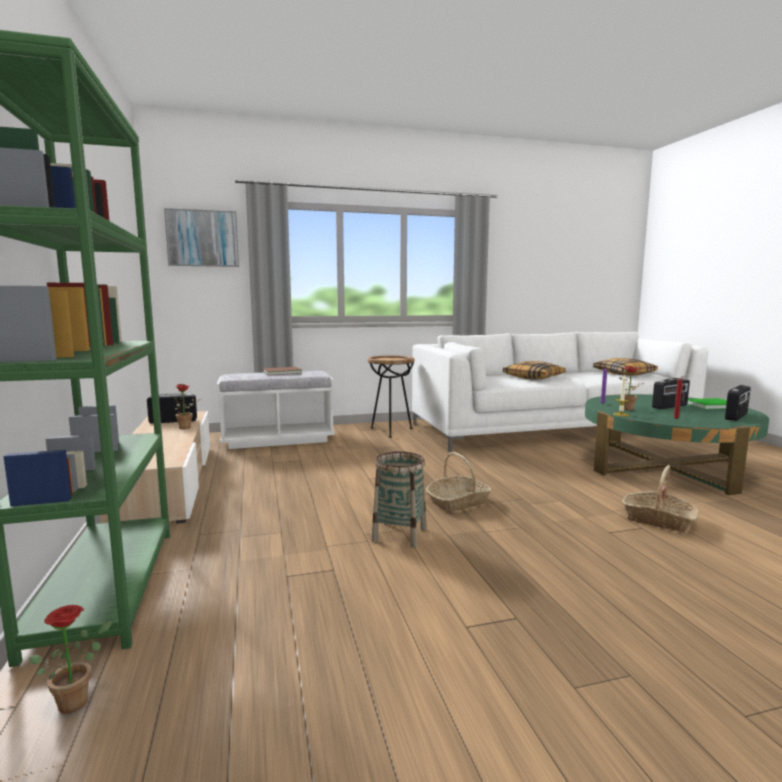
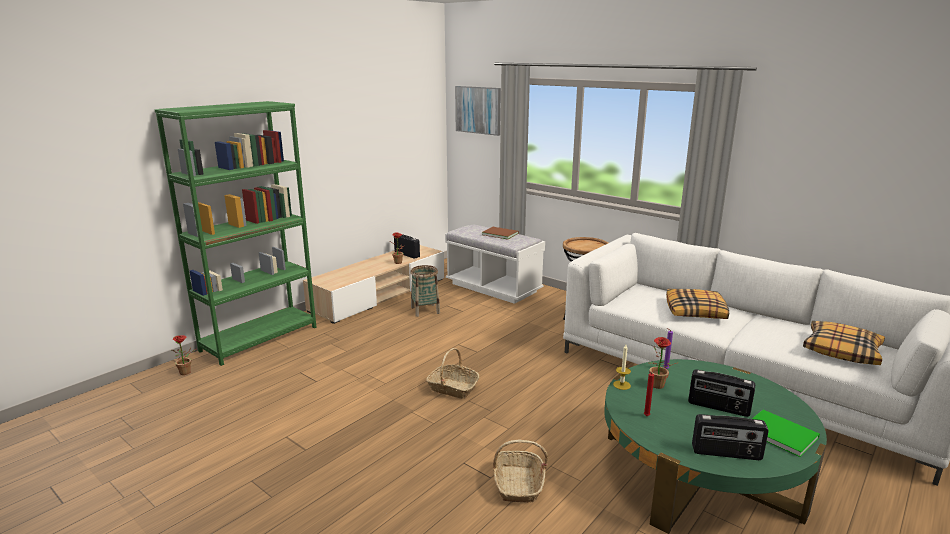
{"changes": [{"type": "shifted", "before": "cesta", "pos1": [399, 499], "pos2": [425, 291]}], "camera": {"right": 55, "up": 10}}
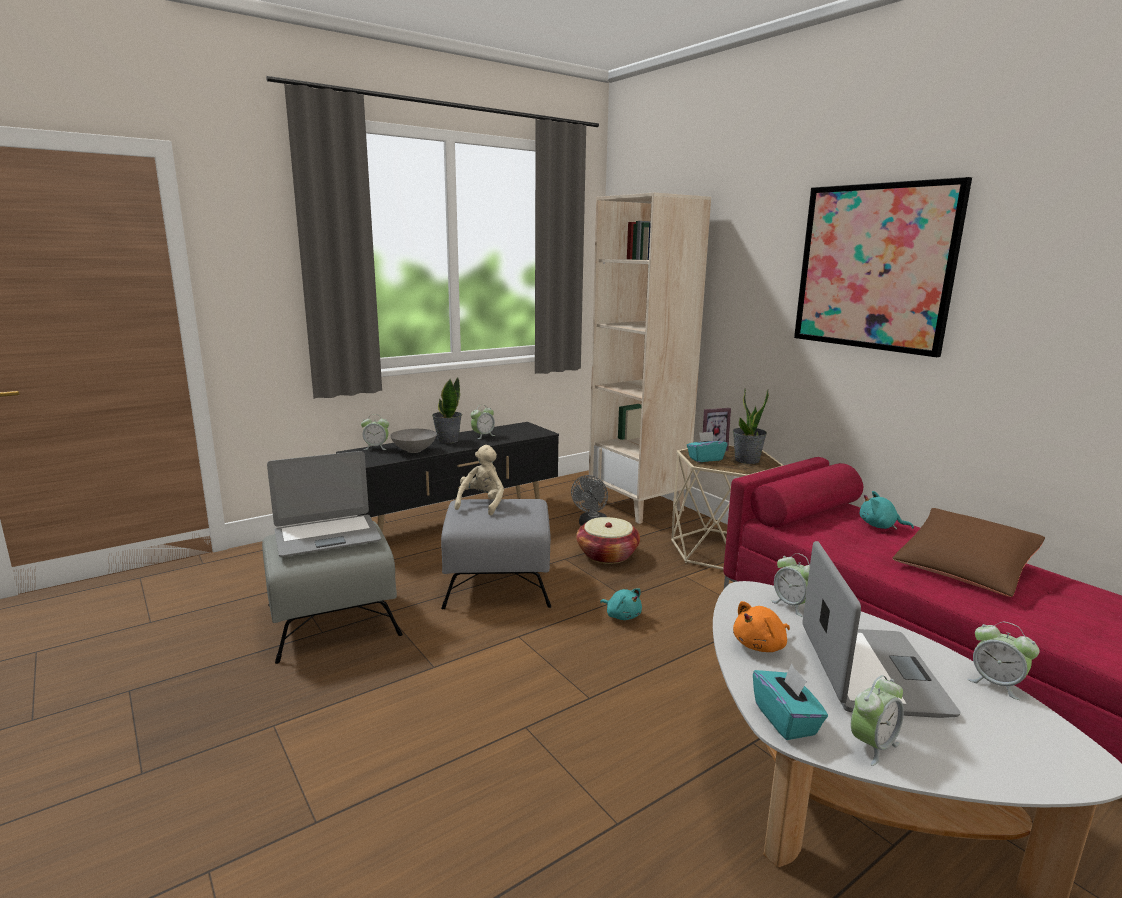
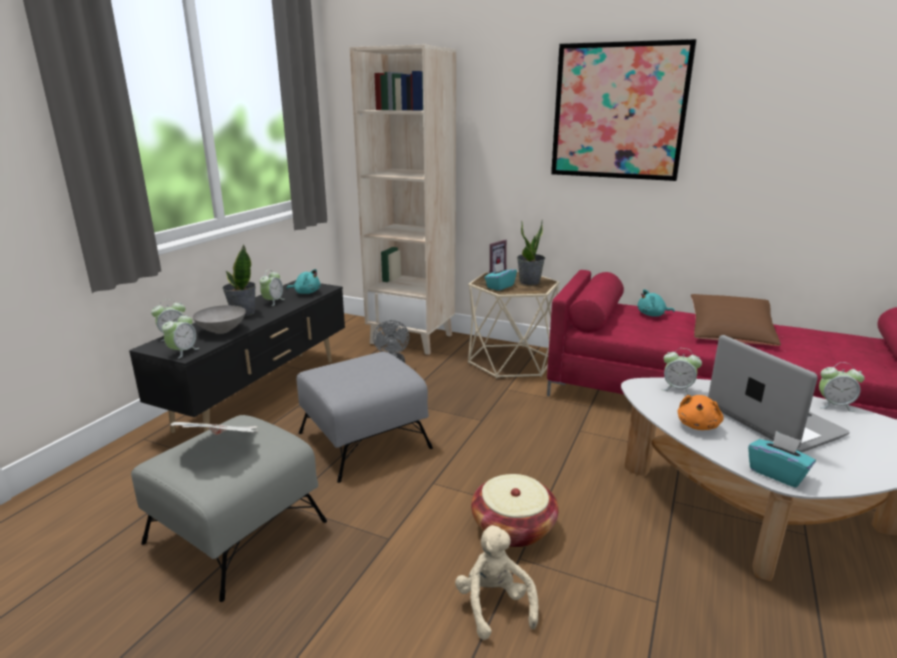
{"changes": [{"type": "shifted", "before": "peluche/beis", "pos1": [479, 480], "pos2": [496, 582]}, {"type": "swapped", "before": "portátil", "after": "periódico", "pos1": [324, 504], "pos2": [213, 428]}, {"type": "shifted", "before": "cesta", "pos1": [608, 540], "pos2": [514, 511]}, {"type": "shifted", "before": "peluche/turquesa", "pos1": [621, 604], "pos2": [303, 281]}, {"type": "shifted", "before": "despertador", "pos1": [877, 720], "pos2": [180, 336]}], "camera": {"right": -30, "up": 5}}
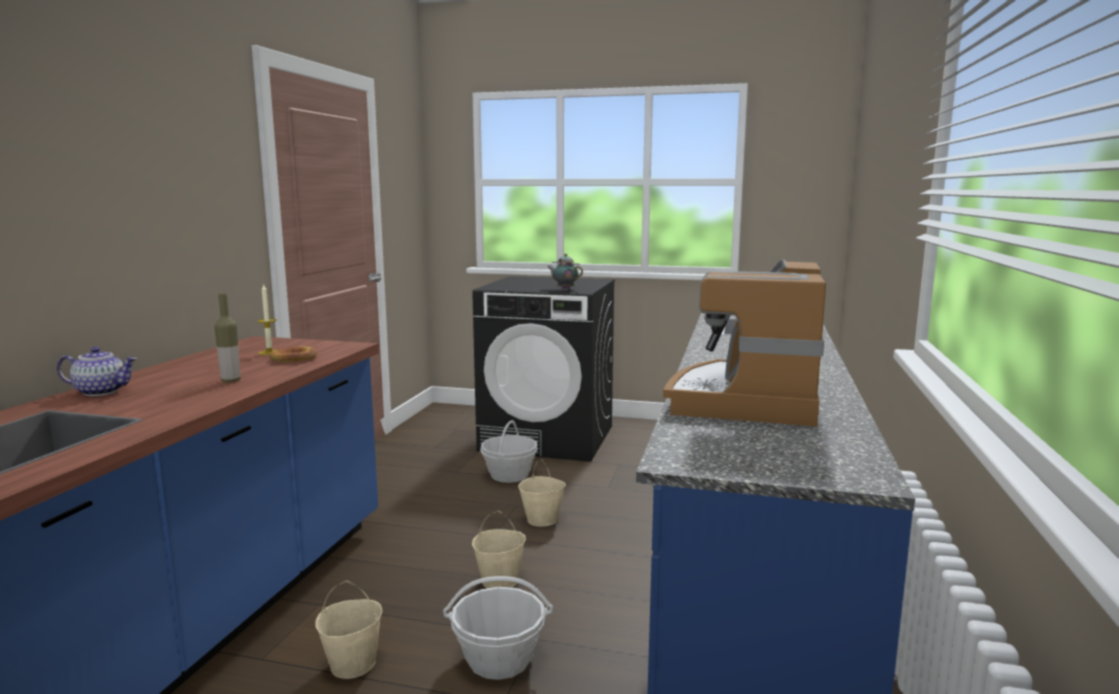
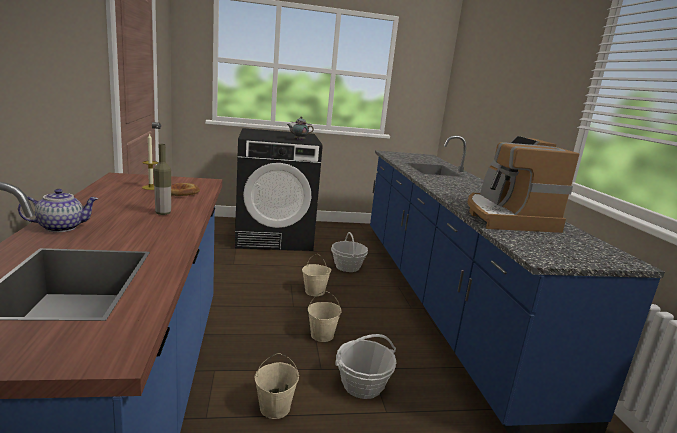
{"changes": [{"type": "shifted", "before": "cesta", "pos1": [508, 451], "pos2": [349, 252]}], "camera": {"right": -25, "up": 5}}
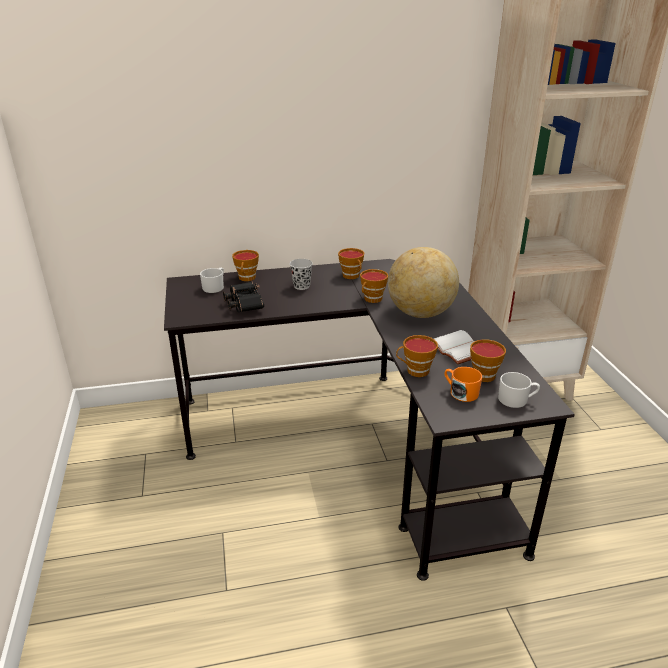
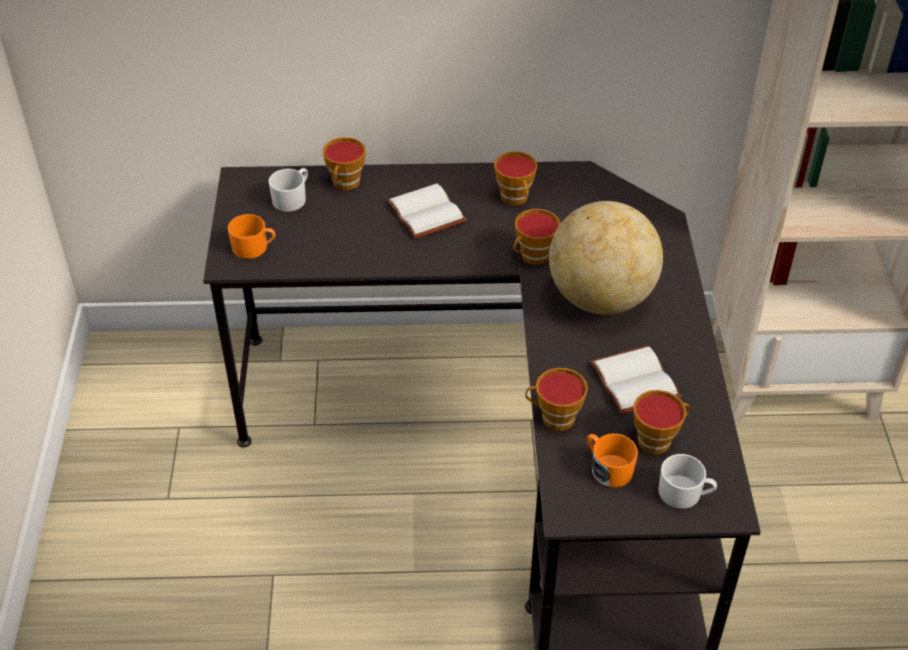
{"changes": [{"type": "swapped", "before": "taza/negro", "after": "libro/blanco", "pos1": [301, 274], "pos2": [427, 211]}, {"type": "gone", "before": "prismáticos/negro", "pos1": [243, 297]}, {"type": "new", "after": "taza grande/naranja", "pos2": [251, 236]}], "camera": {"right": 10, "up": 15}}
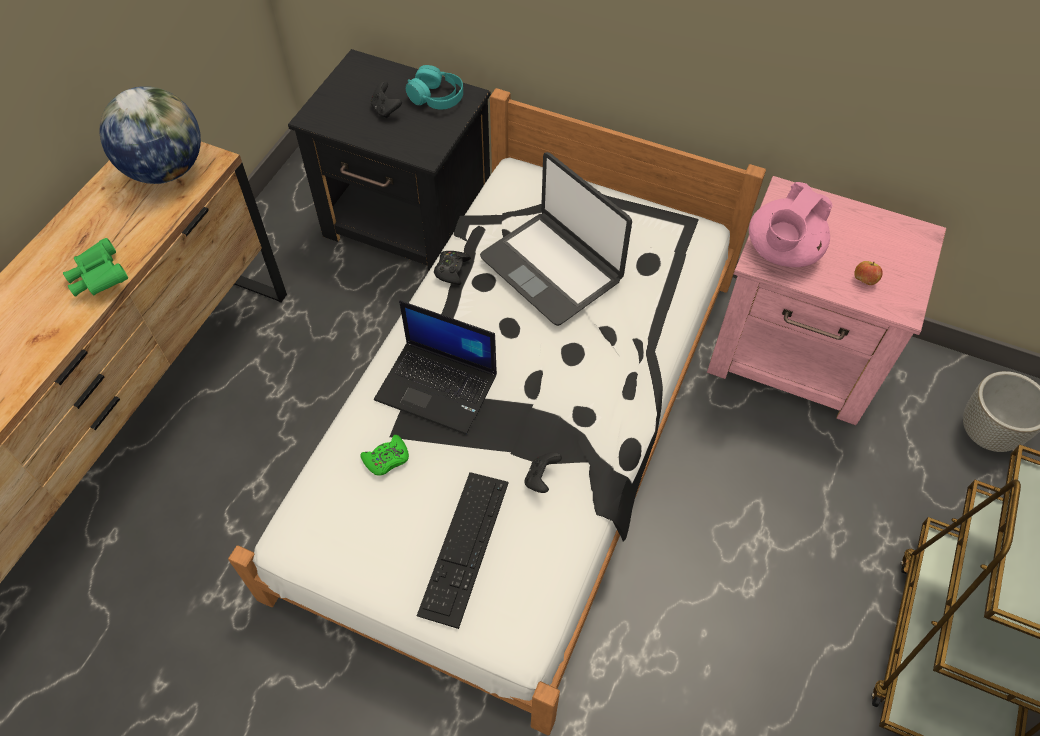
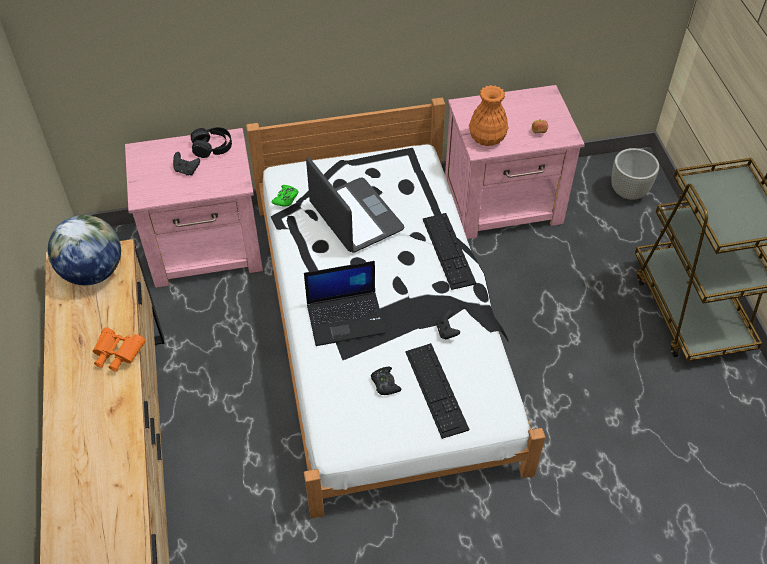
{"changes": [{"type": "repainted", "before": "mesita de noche/negro", "after": "mesita de noche/rosa", "pos1": [389, 160], "pos2": [194, 208]}, {"type": "repainted", "before": "auriculares/turquesa", "after": "auriculares/negro", "pos1": [434, 87], "pos2": [211, 142]}, {"type": "rotated", "before": "portátil", "pos1": [556, 239], "pos2": [355, 205], "turn": -135}, {"type": "swapped", "before": "tetera/rosa", "after": "florero/naranja", "pos1": [790, 224], "pos2": [489, 115]}, {"type": "repainted", "before": "prismáticos/verde", "after": "prismáticos/naranja", "pos1": [95, 267], "pos2": [119, 349]}, {"type": "shifted", "before": "mando de consola/negro", "pos1": [452, 268], "pos2": [386, 381]}, {"type": "shifted", "before": "mando de consola/verde", "pos1": [384, 455], "pos2": [284, 196]}, {"type": "new", "after": "teclado", "pos2": [449, 251]}], "camera": {"right": -35, "up": -5}}
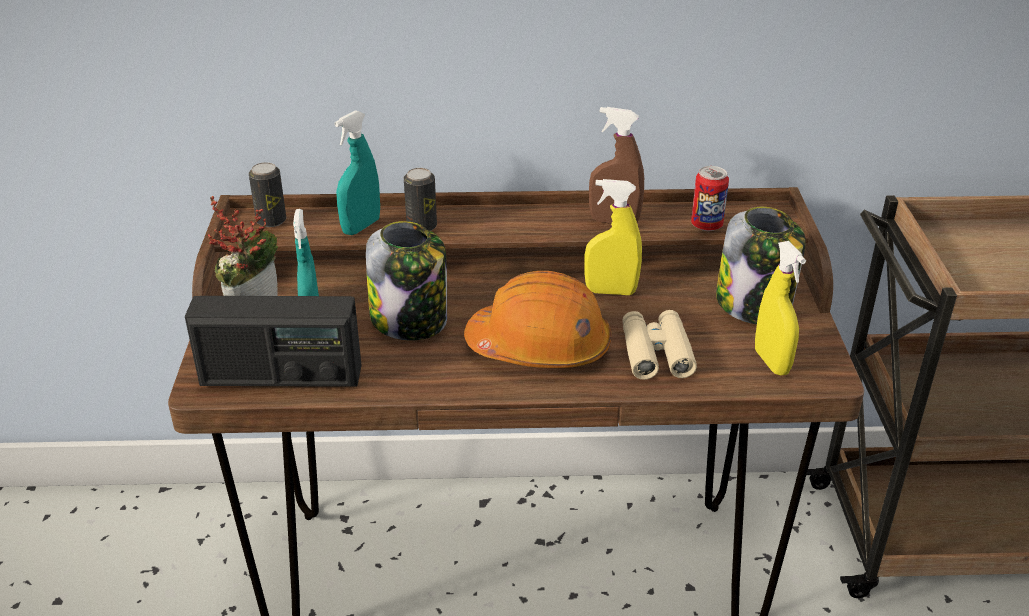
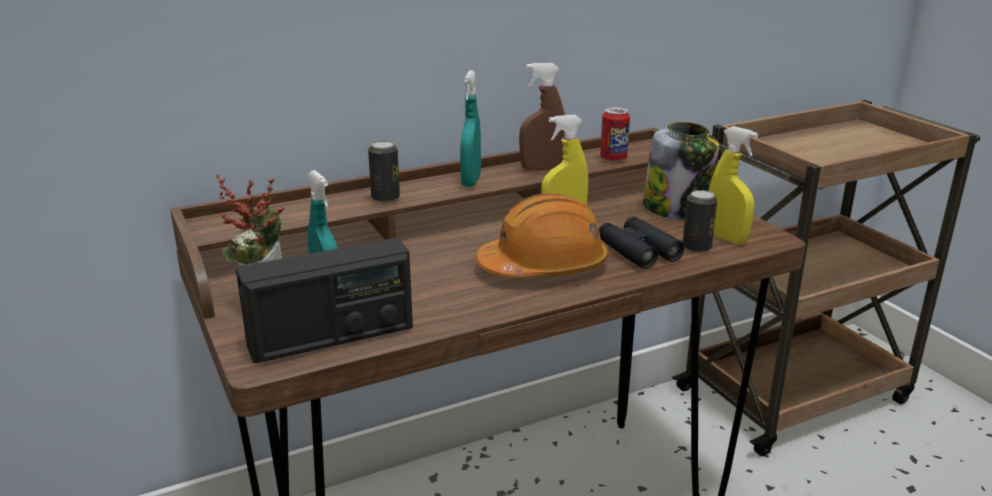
{"changes": [{"type": "shifted", "before": "pulverizador/turquesa", "pos1": [357, 172], "pos2": [470, 128]}, {"type": "shifted", "before": "lata", "pos1": [267, 194], "pos2": [700, 221]}, {"type": "gone", "before": "tarro", "pos1": [406, 280]}, {"type": "repainted", "before": "prismáticos/beis", "after": "prismáticos/negro", "pos1": [659, 345], "pos2": [641, 243]}], "camera": {"right": -25, "up": -10}}
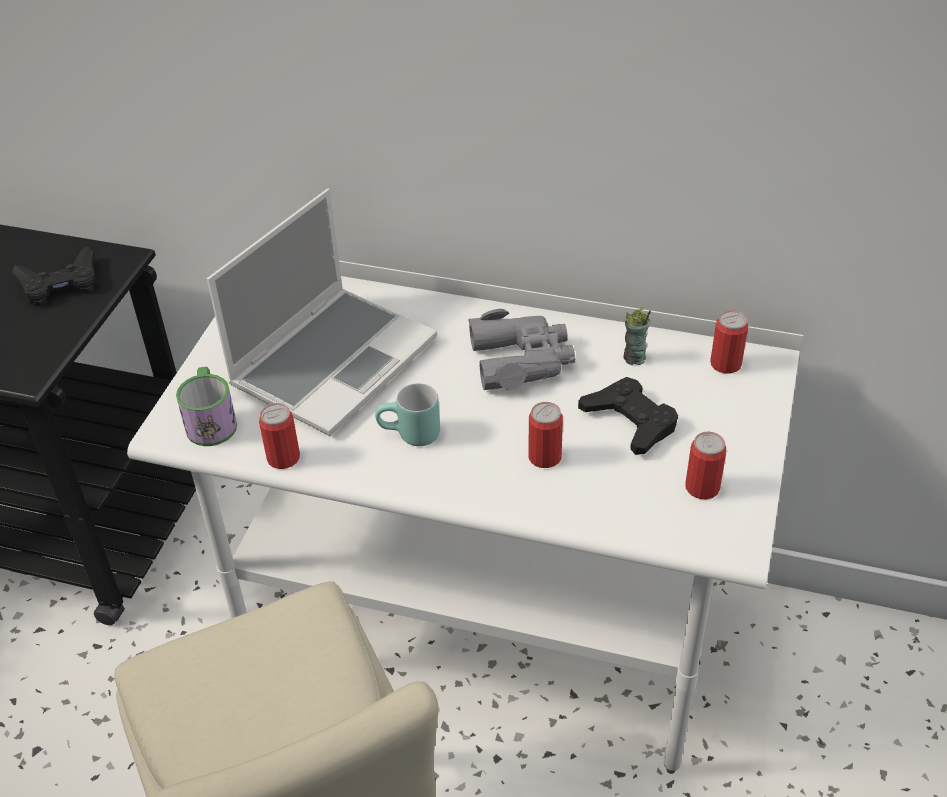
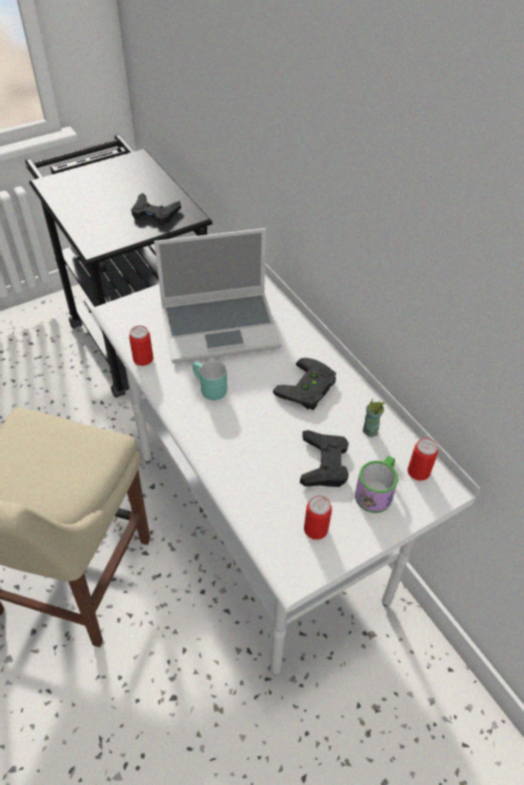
{"changes": [{"type": "swapped", "before": "prismáticos/gris", "after": "mando de consola/negro", "pos1": [521, 349], "pos2": [304, 384]}, {"type": "shifted", "before": "taza grande", "pos1": [206, 406], "pos2": [376, 484]}, {"type": "gone", "before": "lata", "pos1": [545, 435]}], "camera": {"right": 40, "up": 5}}
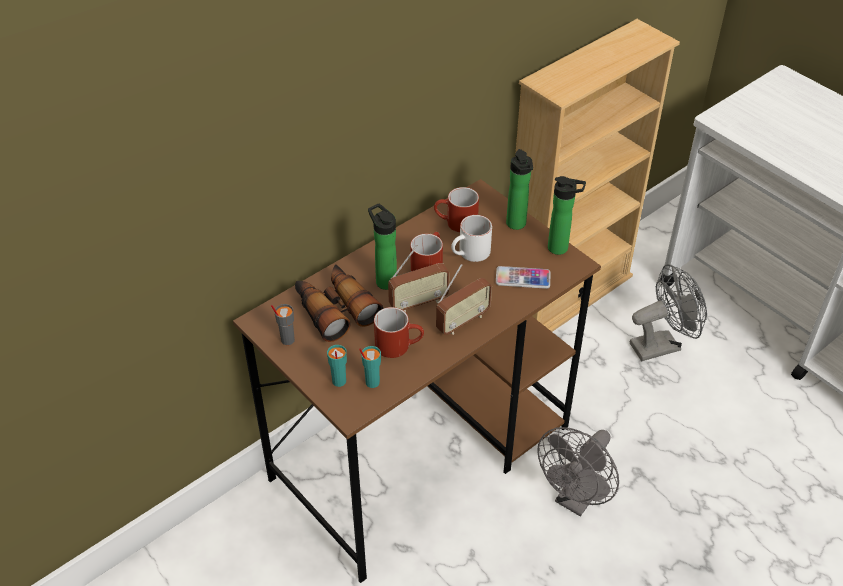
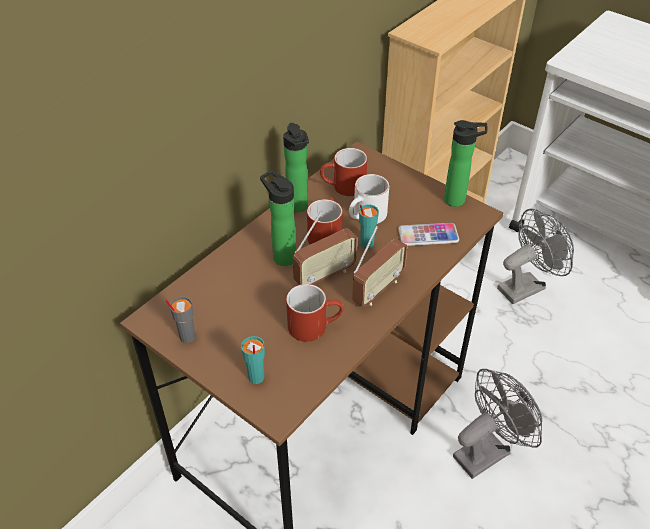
{"changes": [{"type": "shifted", "before": "botella", "pos1": [519, 189], "pos2": [296, 167]}, {"type": "gone", "before": "prismáticos", "pos1": [339, 303]}, {"type": "shifted", "before": "taza/turquesa", "pos1": [370, 367], "pos2": [369, 226]}, {"type": "rotated", "before": "ventilador/gris", "pos1": [578, 472], "pos2": [497, 424], "turn": -150}], "camera": {"right": -10, "up": 0}}
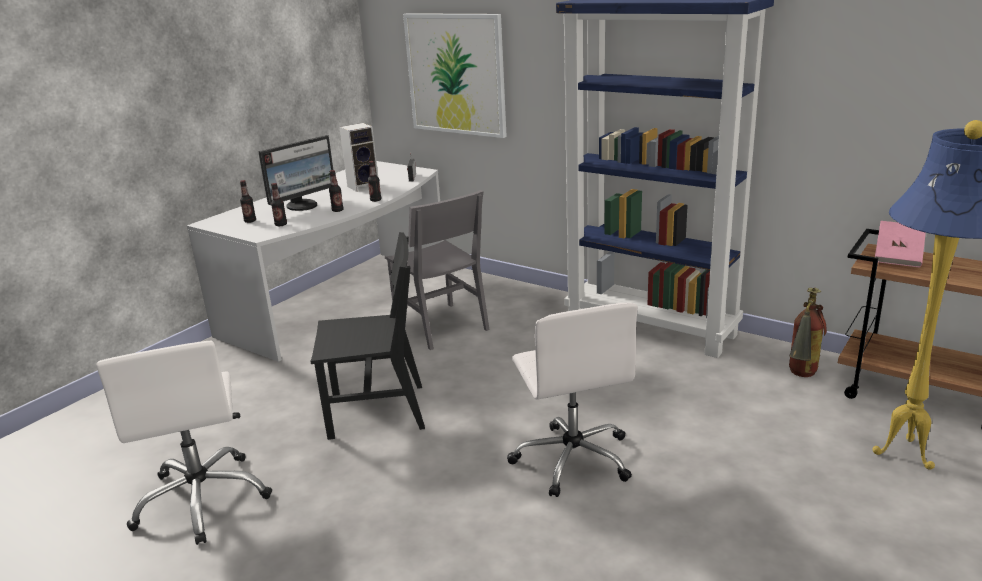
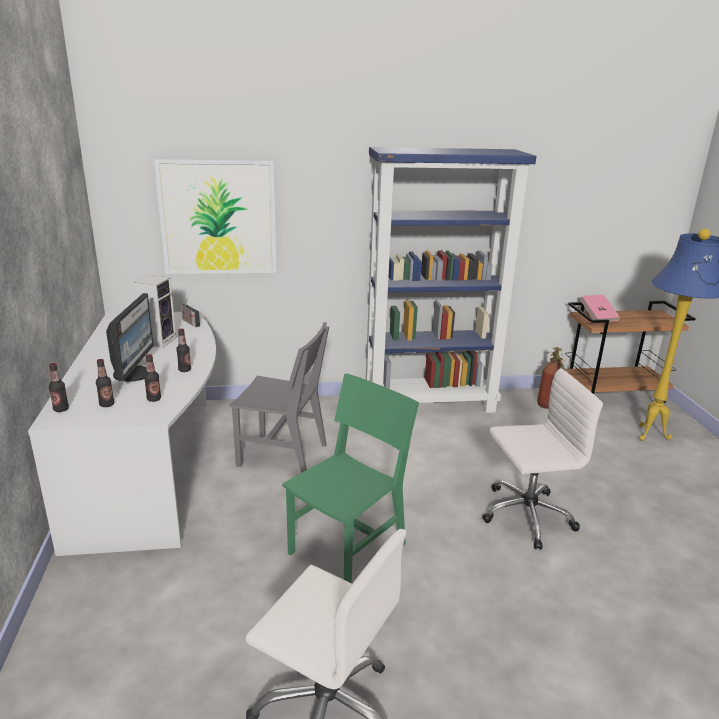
{"changes": [{"type": "shifted", "before": "botella", "pos1": [374, 181], "pos2": [59, 387]}, {"type": "repainted", "before": "silla/negro", "after": "silla/verde", "pos1": [368, 336], "pos2": [350, 478]}, {"type": "rotated", "before": "silla de oficina/blanco", "pos1": [572, 400], "pos2": [542, 459], "turn": -45}], "camera": {"right": -45, "up": 0}}
